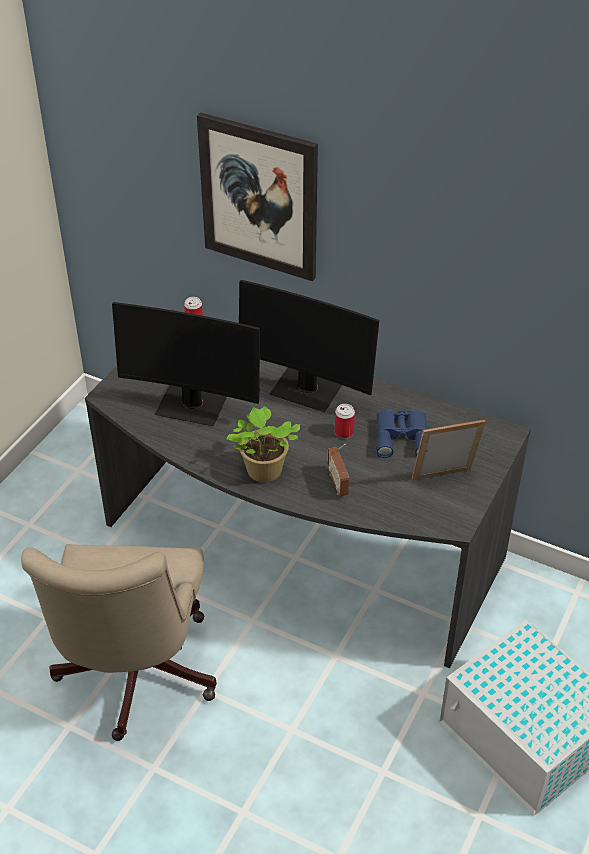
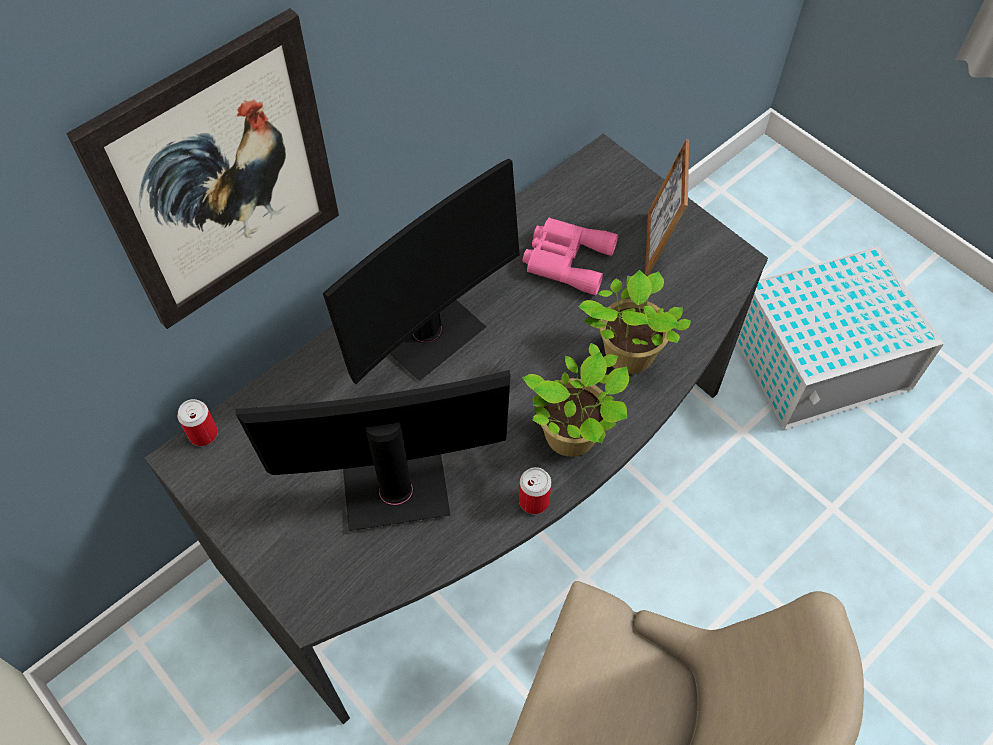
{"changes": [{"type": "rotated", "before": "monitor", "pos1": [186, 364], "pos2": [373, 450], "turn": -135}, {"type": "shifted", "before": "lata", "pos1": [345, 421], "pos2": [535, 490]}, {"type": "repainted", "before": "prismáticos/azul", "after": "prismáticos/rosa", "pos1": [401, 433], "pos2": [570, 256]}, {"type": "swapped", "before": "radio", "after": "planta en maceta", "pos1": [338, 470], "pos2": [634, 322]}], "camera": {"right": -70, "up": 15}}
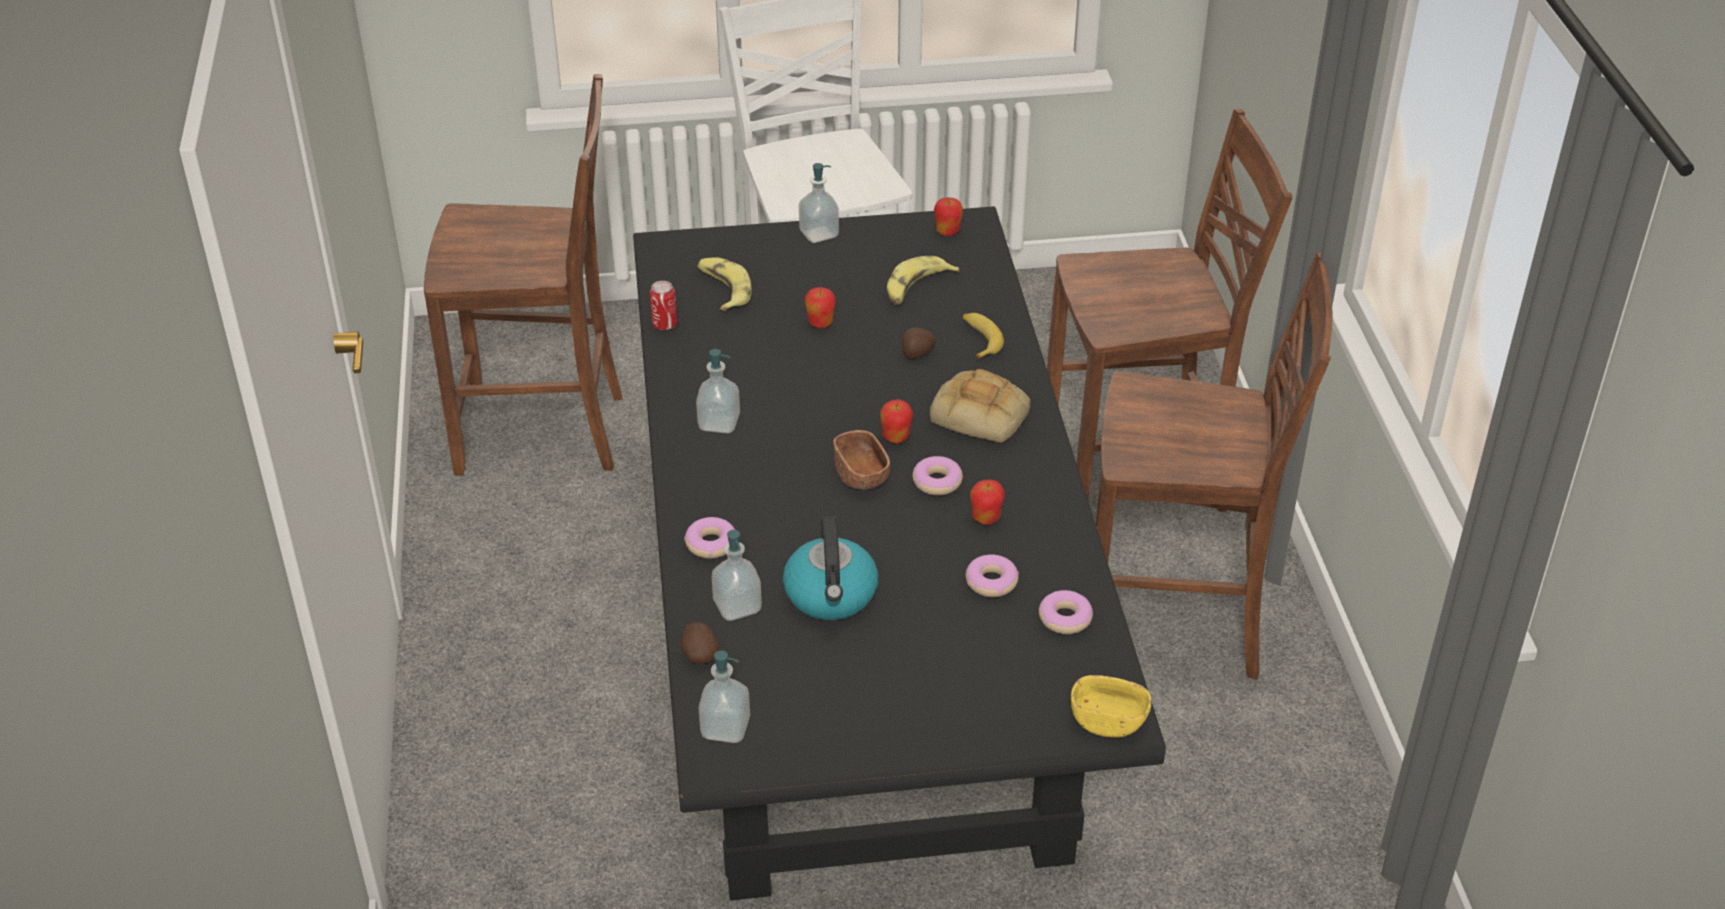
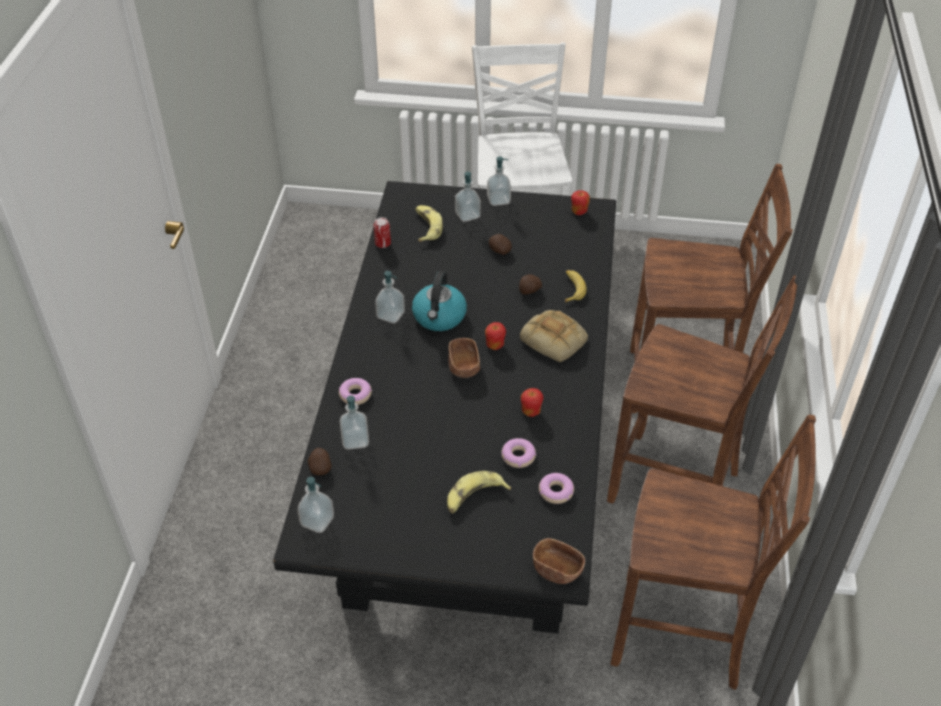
{"changes": [{"type": "shifted", "before": "silla/marrón", "pos1": [523, 275], "pos2": [713, 552]}, {"type": "shifted", "before": "plátano", "pos1": [923, 280], "pos2": [479, 492]}, {"type": "gone", "before": "manzana", "pos1": [820, 307]}, {"type": "gone", "before": "rosquilla", "pos1": [937, 475]}, {"type": "shifted", "before": "hervidor", "pos1": [830, 568], "pos2": [439, 301]}, {"type": "repainted", "before": "cuenco/amarillo", "after": "cuenco/marrón", "pos1": [1111, 706], "pos2": [559, 561]}, {"type": "new", "after": "dispensador de jabón", "pos2": [468, 197]}, {"type": "new", "after": "patata", "pos2": [500, 244]}], "camera": {"right": 15, "up": 5}}
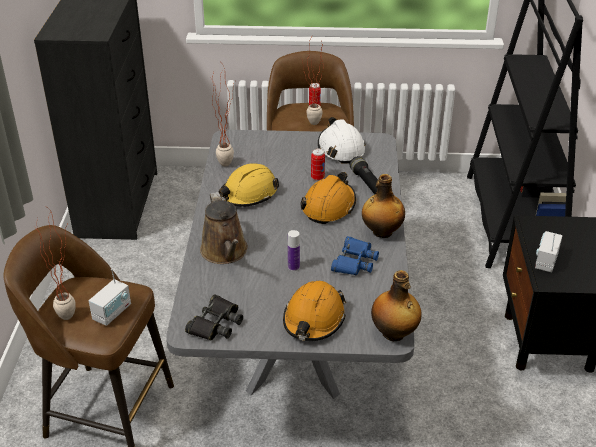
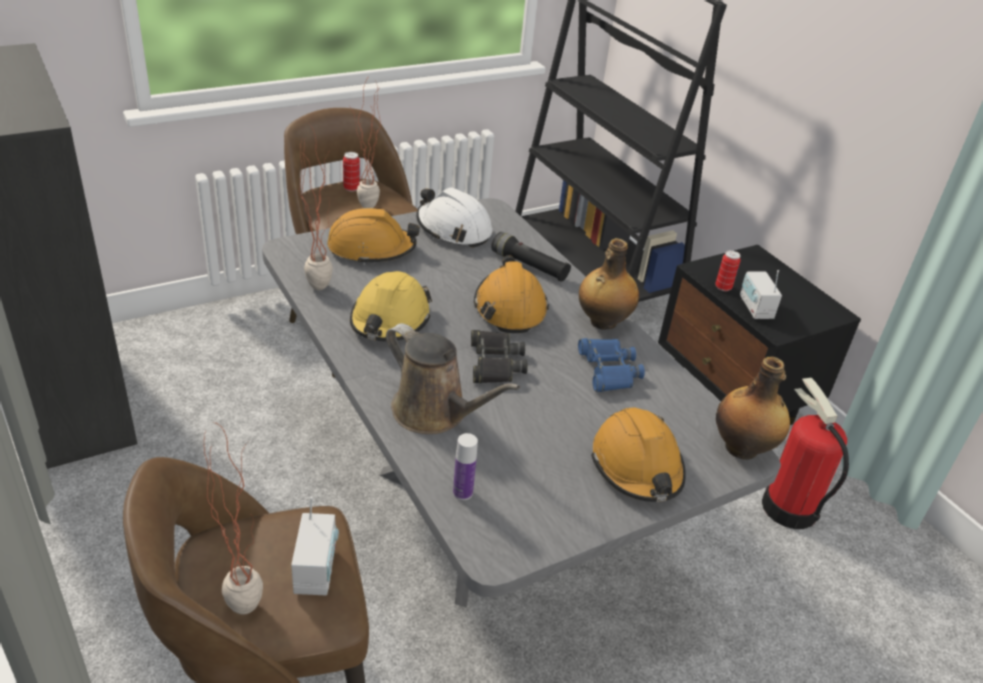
{"changes": [{"type": "shifted", "before": "lata", "pos1": [318, 165], "pos2": [728, 270]}, {"type": "shifted", "before": "botella", "pos1": [294, 250], "pos2": [465, 466]}, {"type": "shifted", "before": "prismáticos/negro", "pos1": [214, 317], "pos2": [499, 356]}, {"type": "new", "after": "casco/naranja", "pos2": [373, 236]}, {"type": "new", "after": "extintor", "pos2": [805, 453]}], "camera": {"right": -35, "up": 0}}
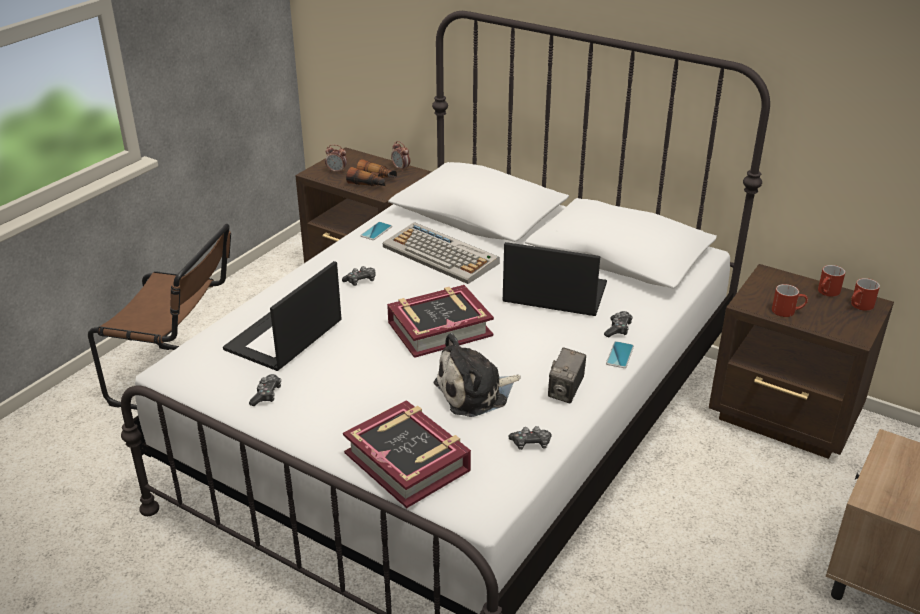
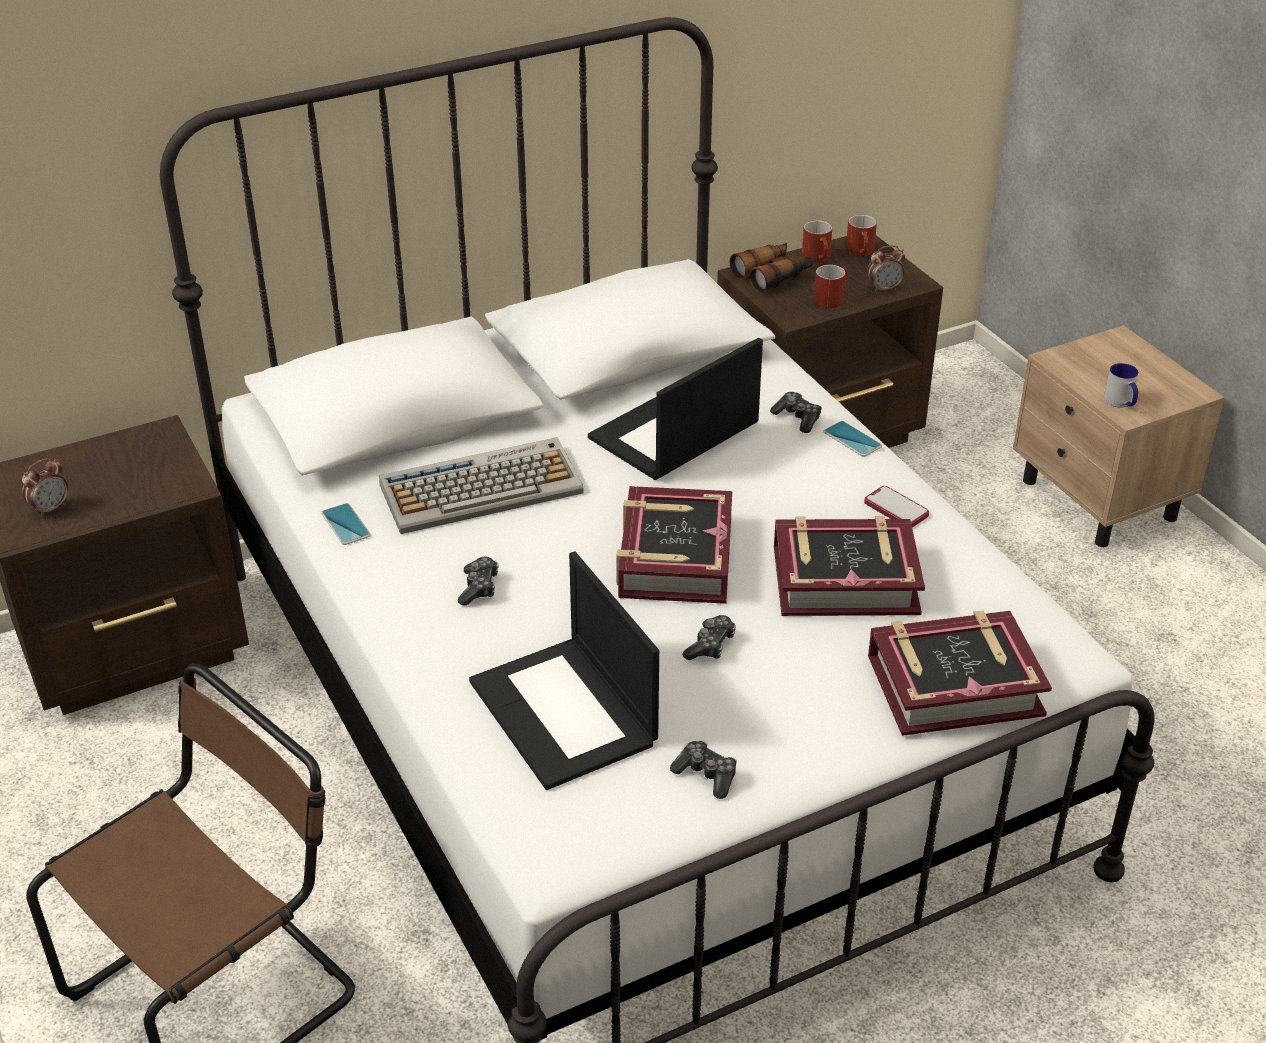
{"changes": [{"type": "shifted", "before": "despertador", "pos1": [400, 156], "pos2": [886, 268]}, {"type": "shifted", "before": "prismáticos", "pos1": [371, 172], "pos2": [771, 268]}, {"type": "swapped", "before": "peluche", "after": "libro", "pos1": [477, 375], "pos2": [849, 566]}, {"type": "swapped", "before": "cámara", "after": "móvil", "pos1": [567, 375], "pos2": [896, 506]}, {"type": "shifted", "before": "mando de consola", "pos1": [530, 438], "pos2": [709, 637]}, {"type": "new", "after": "taza grande", "pos2": [1121, 385]}], "camera": {"right": -60, "up": 5}}
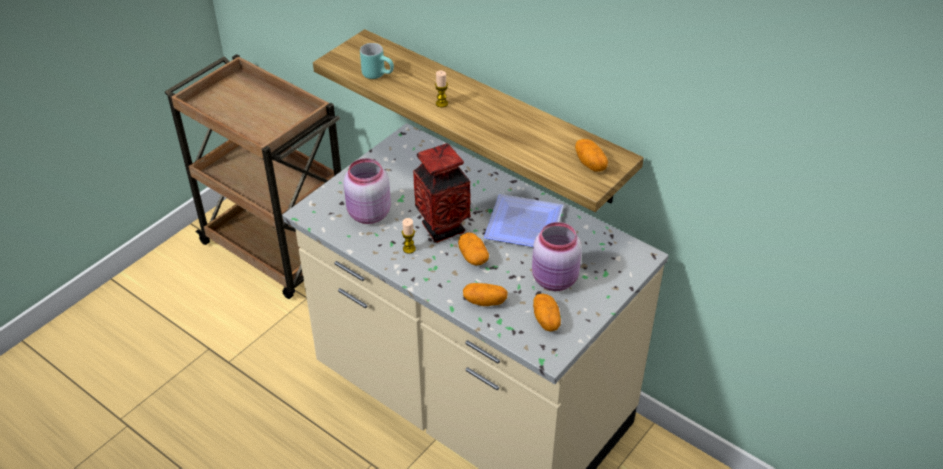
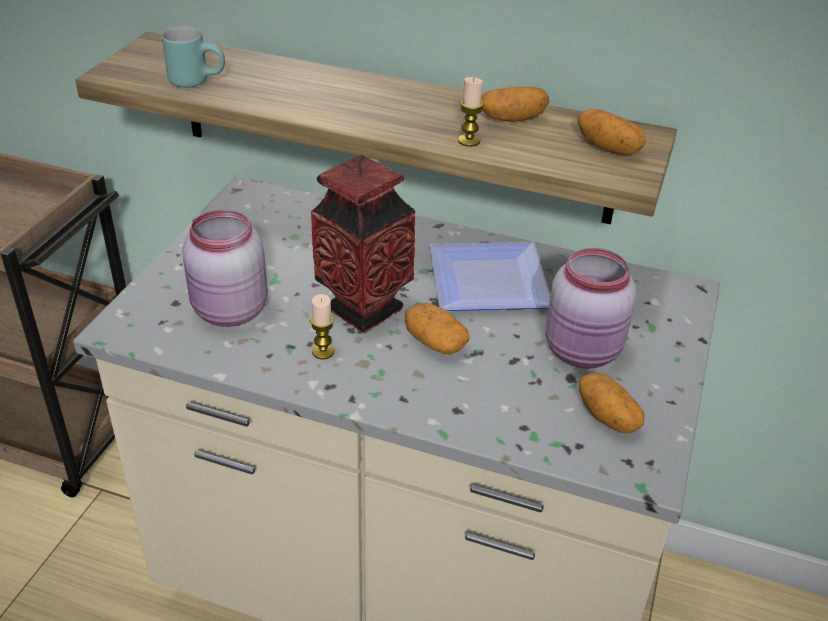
{"changes": [{"type": "shifted", "before": "vela", "pos1": [441, 88], "pos2": [470, 112]}, {"type": "shifted", "before": "patata", "pos1": [485, 294], "pos2": [515, 104]}], "camera": {"right": -20, "up": -5}}
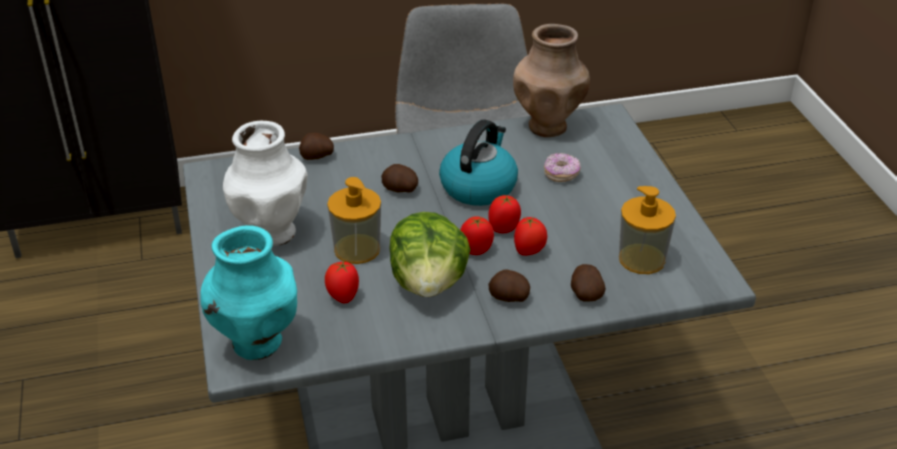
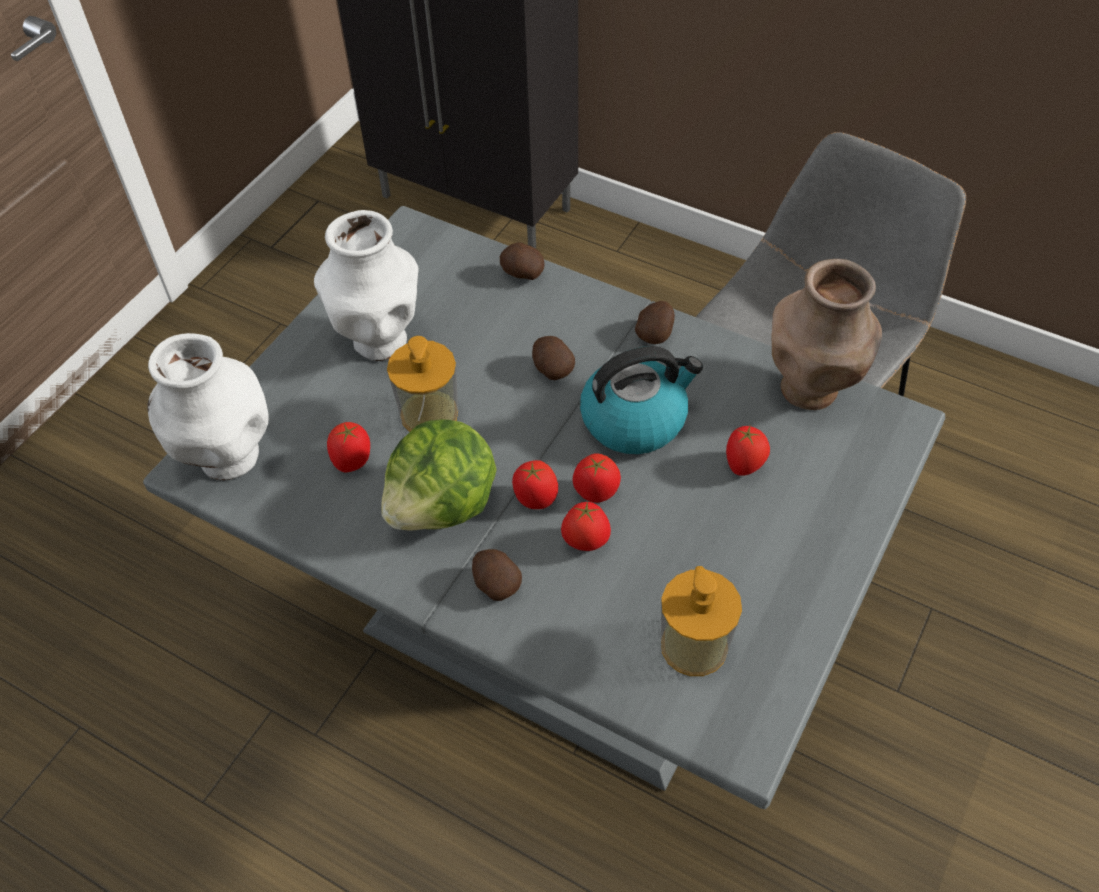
{"changes": [{"type": "swapped", "before": "rosquilla", "after": "tomate", "pos1": [562, 167], "pos2": [748, 451]}, {"type": "repainted", "before": "florero/turquesa", "after": "florero/blanco", "pos1": [248, 292], "pos2": [208, 406]}, {"type": "shifted", "before": "patata", "pos1": [588, 283], "pos2": [655, 322]}], "camera": {"right": 45, "up": 15}}
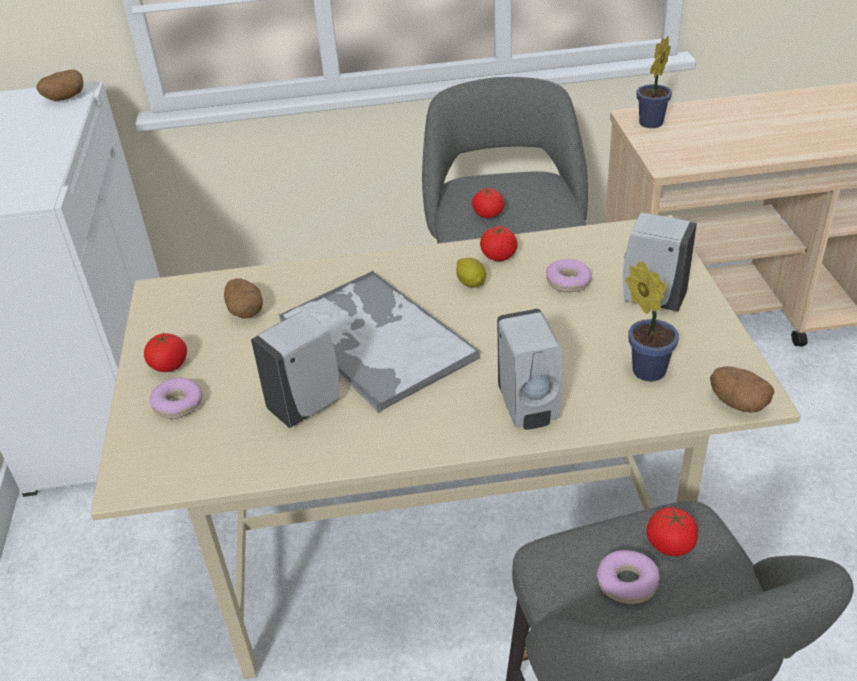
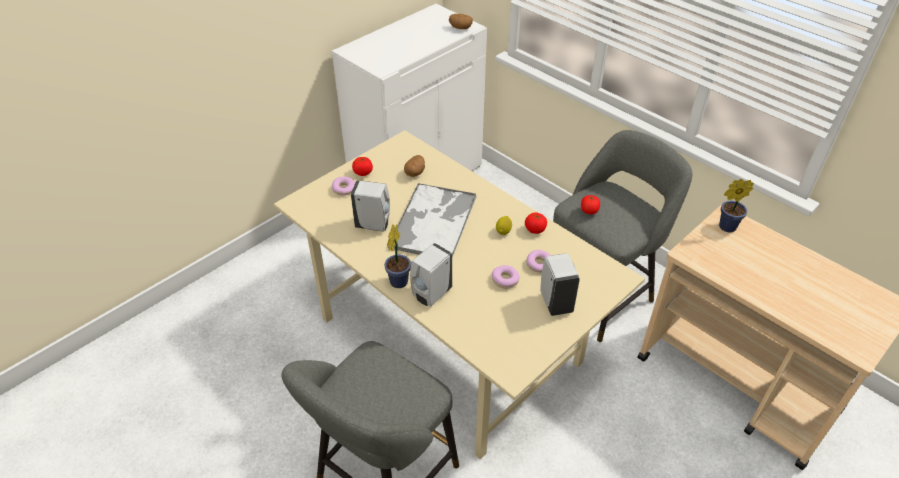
{"changes": [{"type": "shifted", "before": "planta en maceta", "pos1": [652, 322], "pos2": [397, 256]}, {"type": "gone", "before": "patata", "pos1": [742, 389]}, {"type": "gone", "before": "tomate", "pos1": [672, 531]}, {"type": "shifted", "before": "rosquilla", "pos1": [627, 577], "pos2": [506, 277]}], "camera": {"right": 50, "up": 5}}
